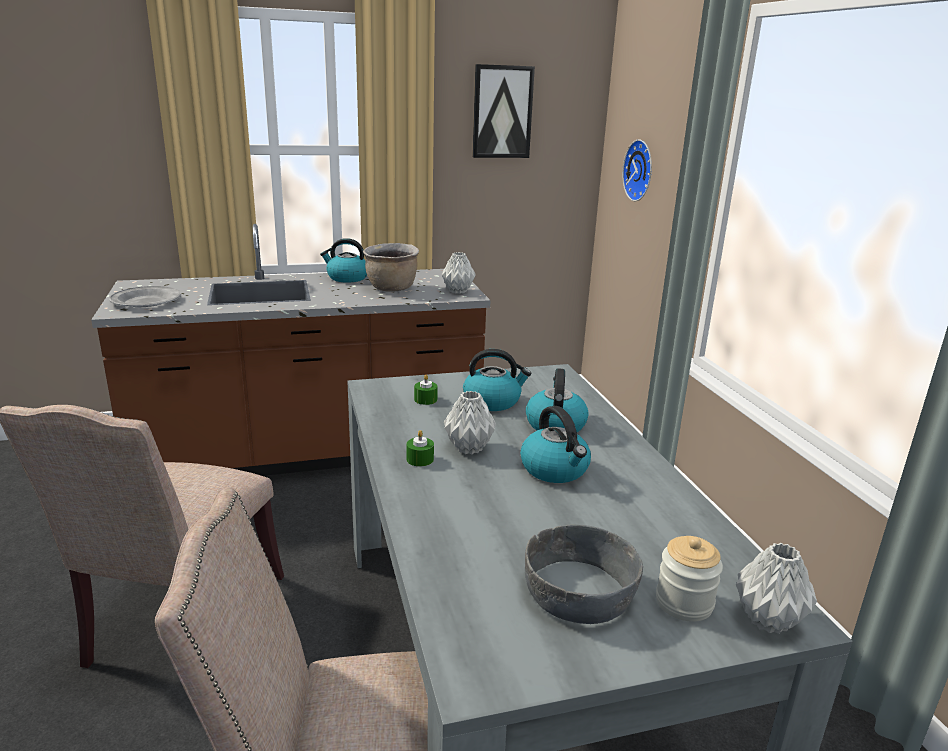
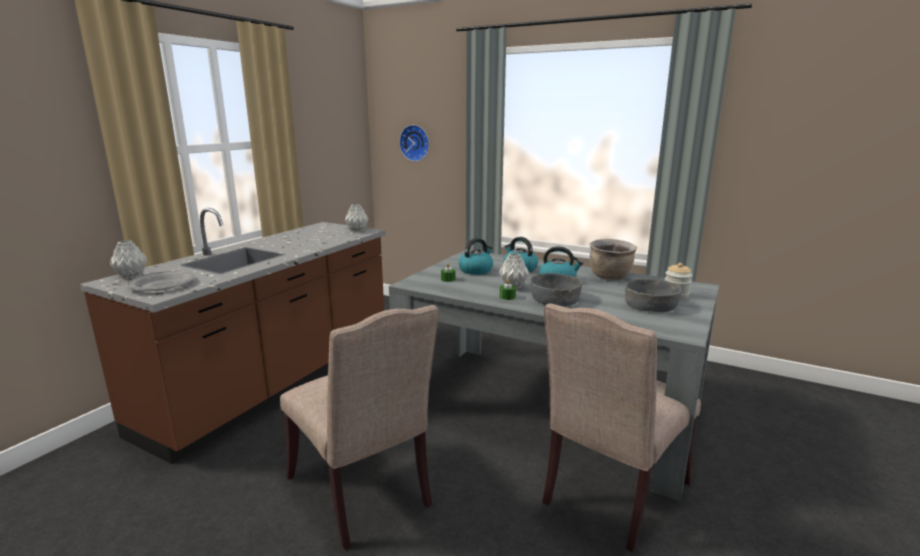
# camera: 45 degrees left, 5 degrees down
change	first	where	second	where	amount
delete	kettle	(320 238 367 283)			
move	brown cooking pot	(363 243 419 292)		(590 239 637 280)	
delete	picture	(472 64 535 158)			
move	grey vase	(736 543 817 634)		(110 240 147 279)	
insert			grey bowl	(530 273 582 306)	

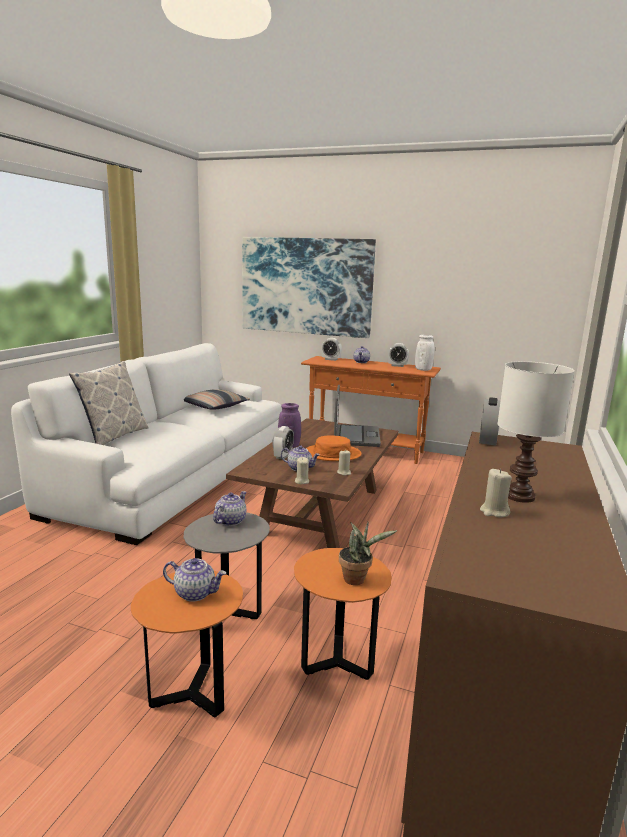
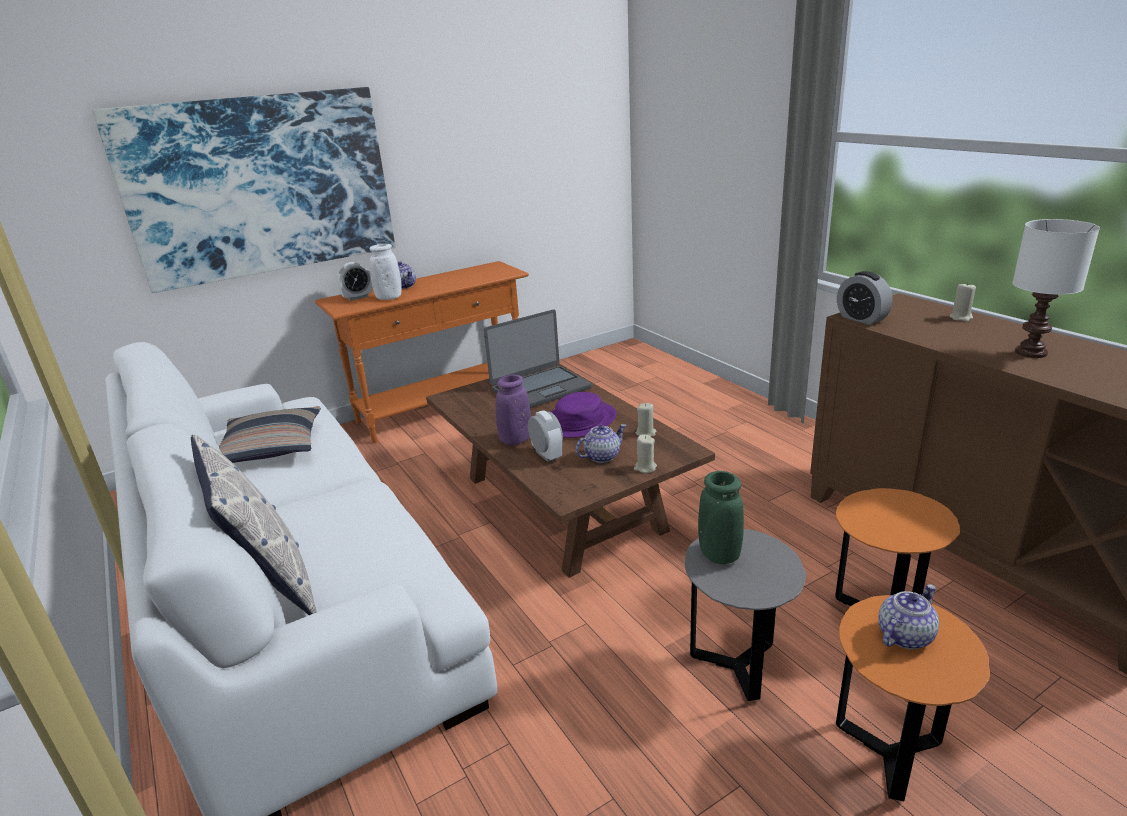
# camera: 50 degrees left, 10 degrees up
change	first	where	second	where	amount
replace	teapot	(213 491 246 526)	green vase	(698 471 744 564)	
recolor	orange hat	(306 435 362 461)	purple hat	(551 392 617 438)	
rotate	laptop	(334 385 381 447)		(484 309 592 408)	105 degrees clockwise
delete	potted plant	(339 522 397 585)			
delete	alarm clock	(388 343 409 367)			
move	white vase	(415 335 434 371)		(369 244 402 300)	
move	beige candle	(480 469 512 517)		(949 282 976 322)	

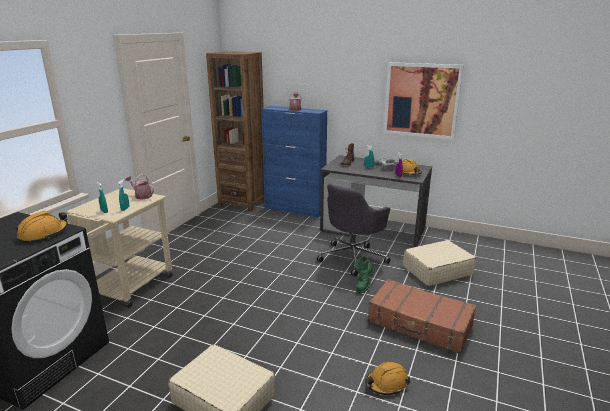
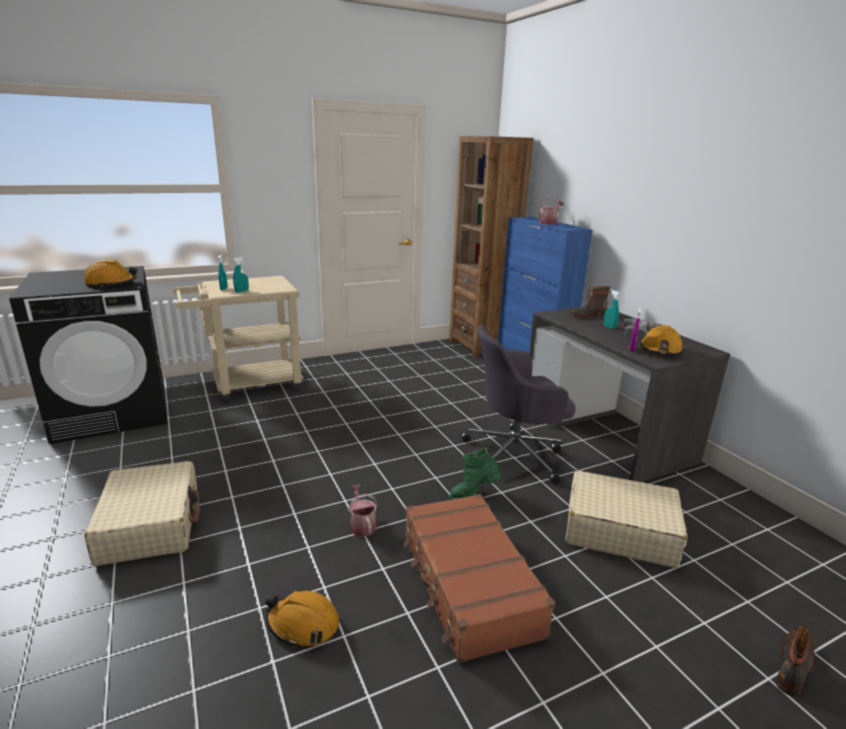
# camera: 40 degrees right, 0 degrees up
change	first	where	second	where	amount
move	watering can	(125 174 154 199)		(348 485 378 537)	
delete	picture	(384 62 464 140)			
insert			boot	(776 626 817 696)	

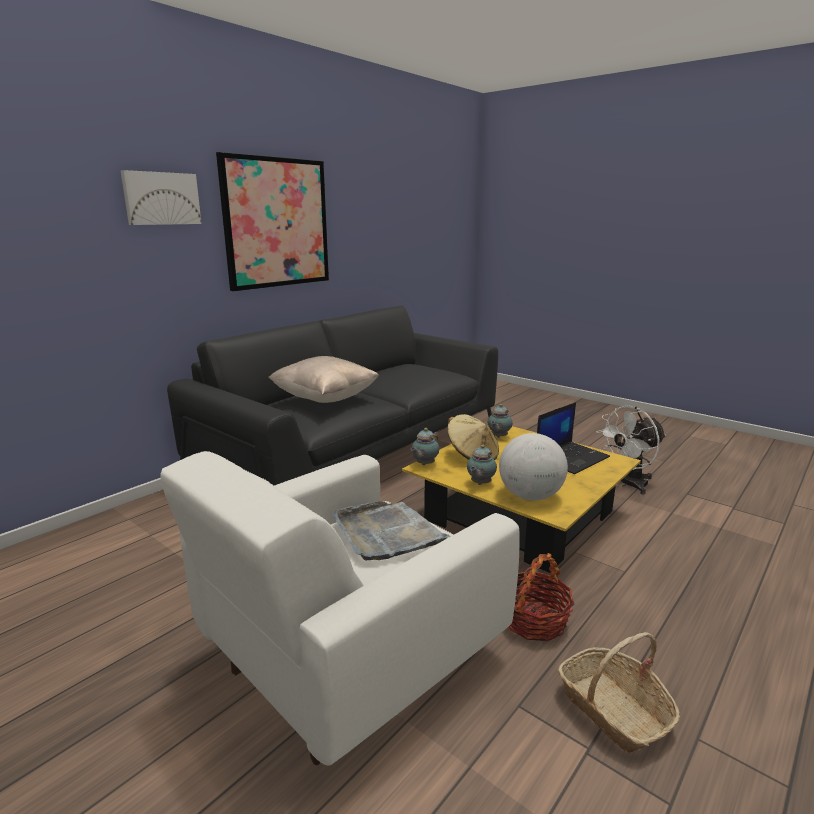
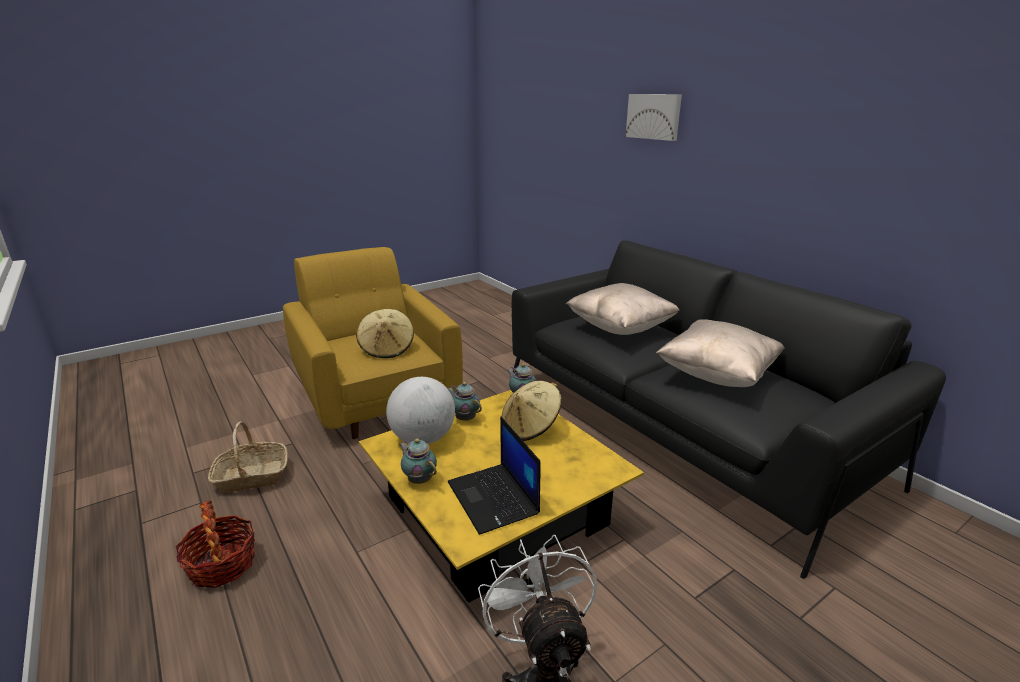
# camera: 105 degrees right, 5 degrees up
change	first	where	second	where	amount
recolor	white armchair	(160 451 520 765)	yellow armchair	(283 247 463 439)	
delete	picture	(216 152 329 291)			
replace	grey tray	(333 501 451 560)	beige hat	(356 309 414 358)	
move	teapot	(488 404 513 438)		(399 438 437 484)	
move	basket	(509 553 574 642)		(176 500 255 588)	
insert			beige pillow	(656 319 785 387)	

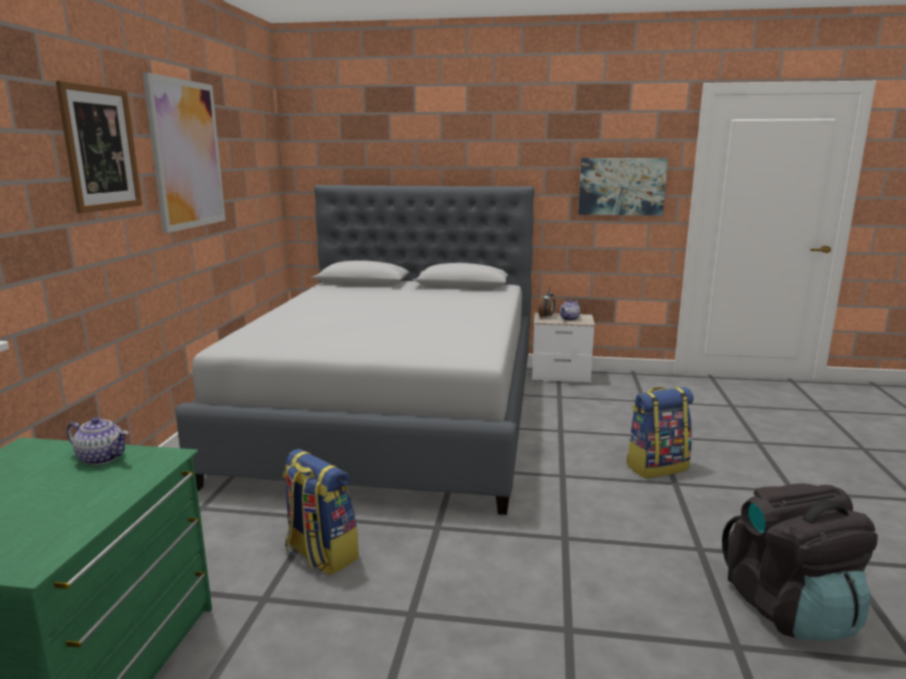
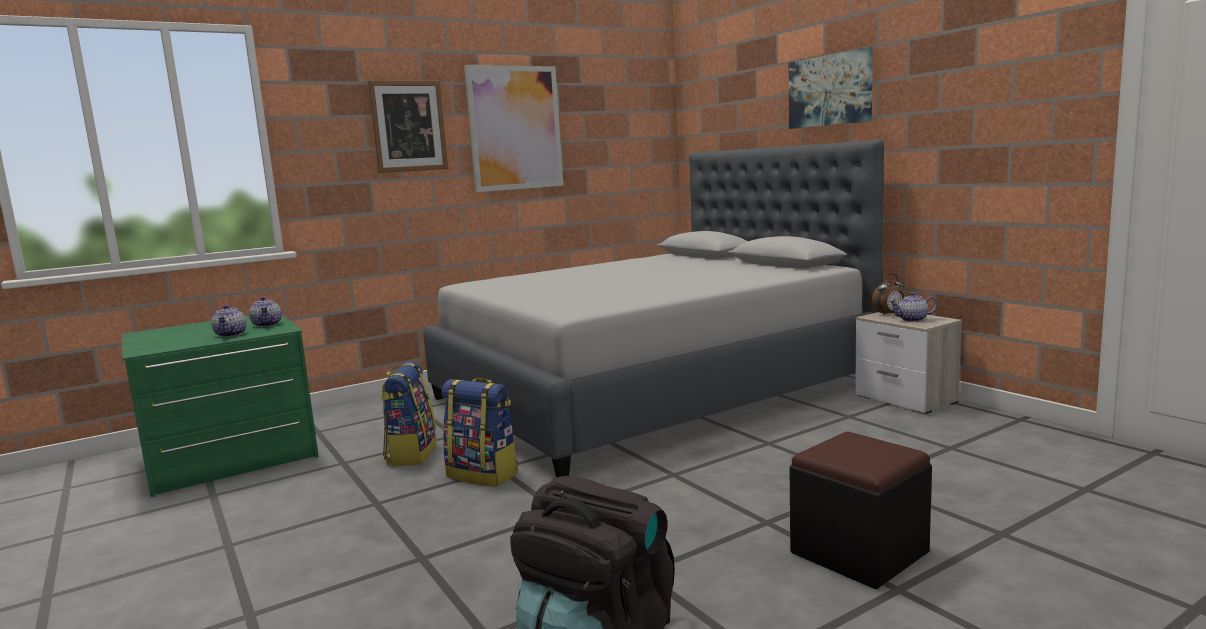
# camera: 50 degrees right, 5 degrees down
change	first	where	second	where	amount
move	picture	(578 158 668 216)		(789 47 873 129)	
move	backpack	(626 387 694 478)		(441 378 518 487)	
insert			teapot	(211 305 247 337)	
insert			black ottoman	(790 432 932 589)	

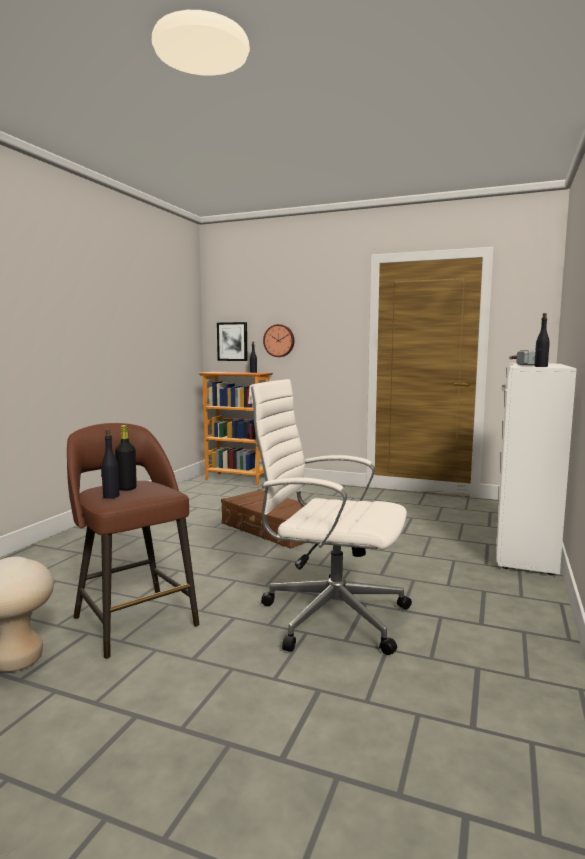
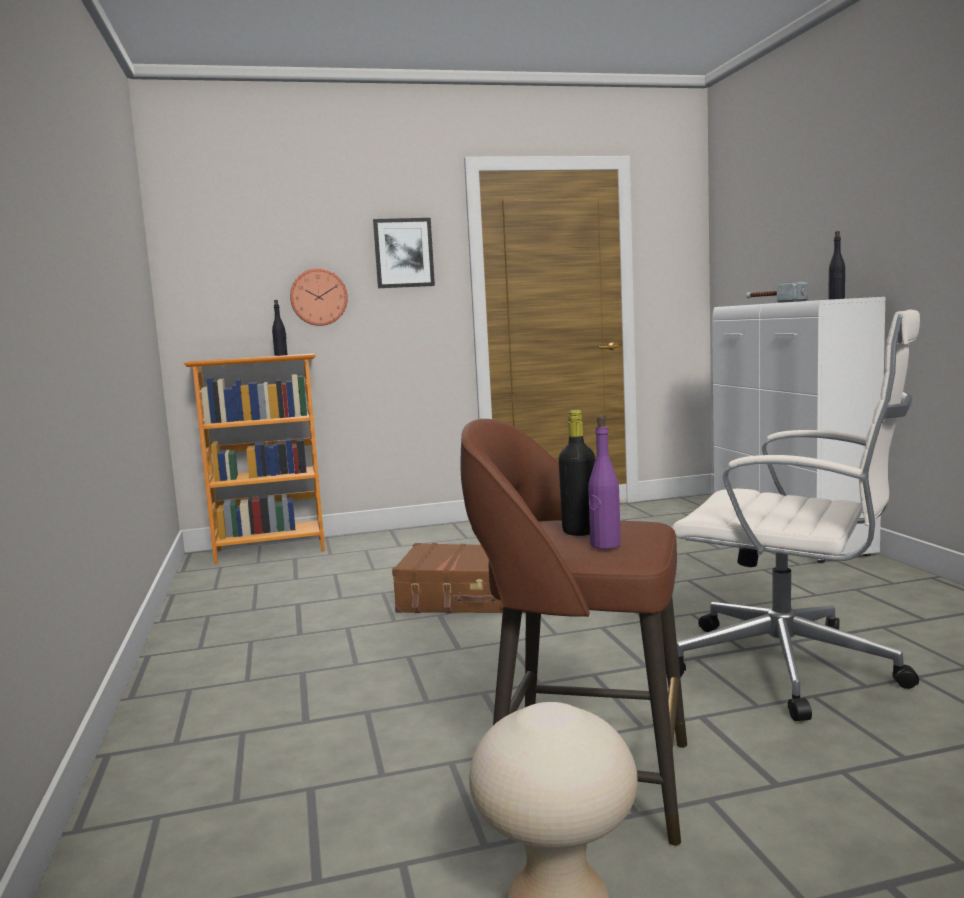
# camera: 35 degrees left, 0 degrees up
change	first	where	second	where	amount
recolor	black bottle	(101 429 120 499)	purple bottle	(588 415 621 549)	
move	picture	(217 322 248 361)		(373 218 435 288)	
rotate	white office chair	(248 379 412 655)		(665 309 920 721)	135 degrees counterclockwise

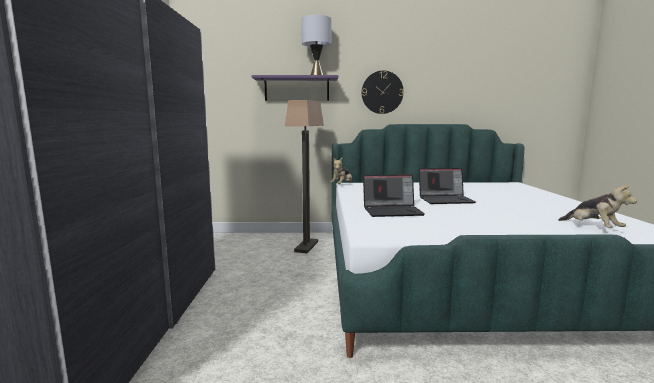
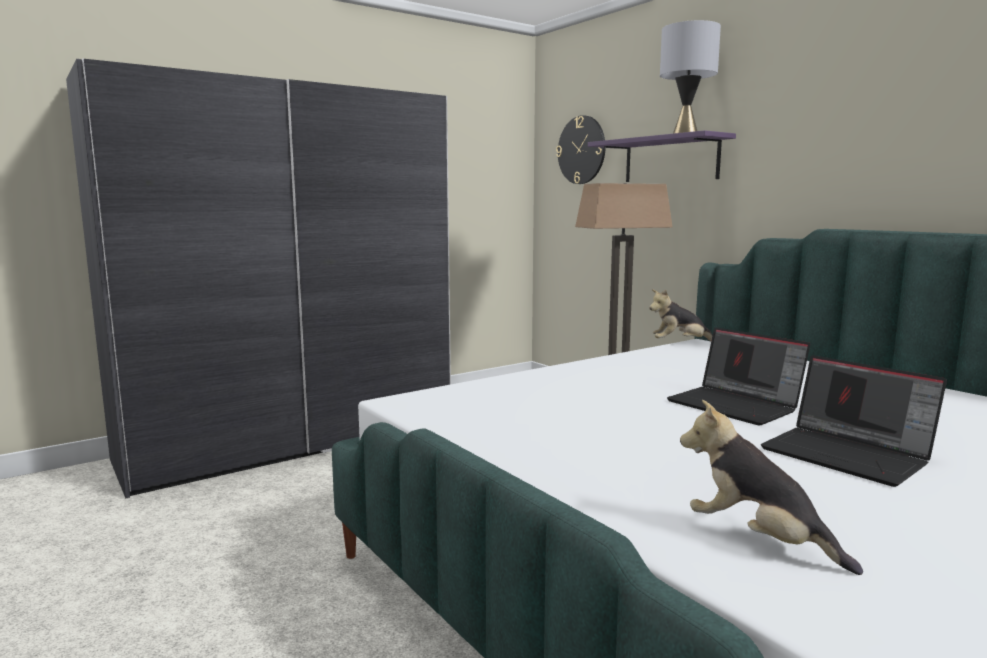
# camera: 55 degrees right, 0 degrees up
change	first	where	second	where	amount
move	wall clock	(362 71 404 114)		(556 115 605 184)	
move	laptop	(363 174 425 217)		(761 355 947 487)	
rotate	plush toy	(558 182 637 228)		(680 400 863 575)	105 degrees clockwise

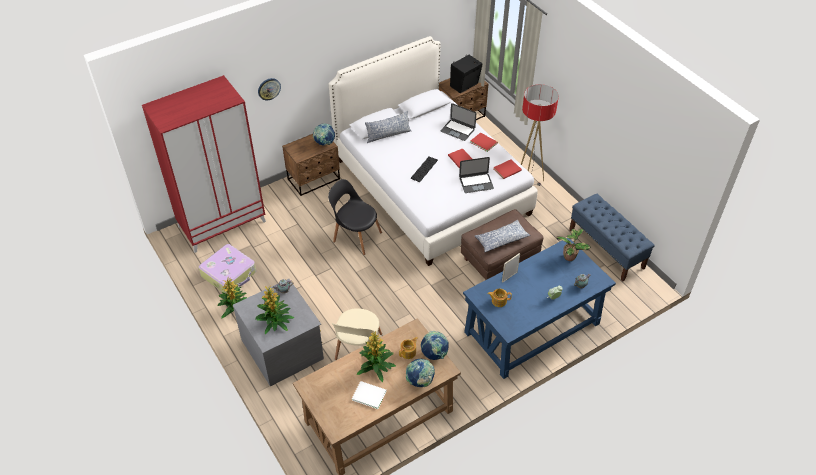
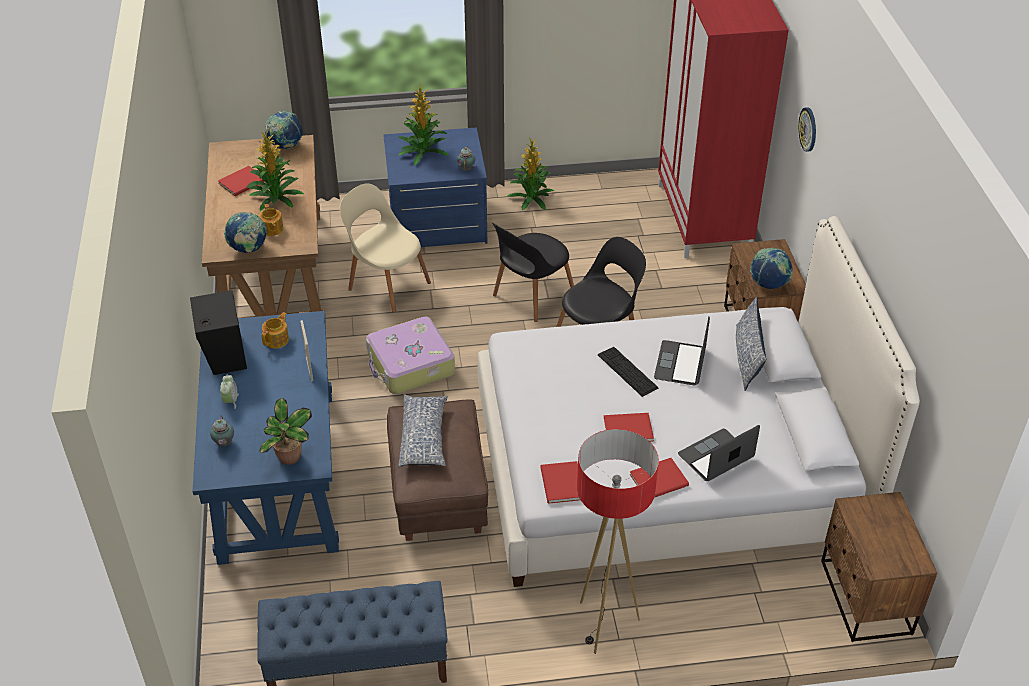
# camera: 115 degrees right, 5 degrees down
change	first	where	second	where	amount
move	suitcase	(199 244 256 294)		(366 317 455 394)	
recolor	grey dresser	(233 279 324 387)	blue dresser	(383 128 487 247)	
recolor	white book	(352 381 387 409)	red book	(218 166 265 196)	
move	globe	(406 359 435 387)		(265 111 303 149)	
move	black speaker	(450 55 482 93)		(190 290 247 375)	
move	laptop	(459 157 494 193)		(654 316 710 385)	
insert			black chair	(492 223 574 322)	

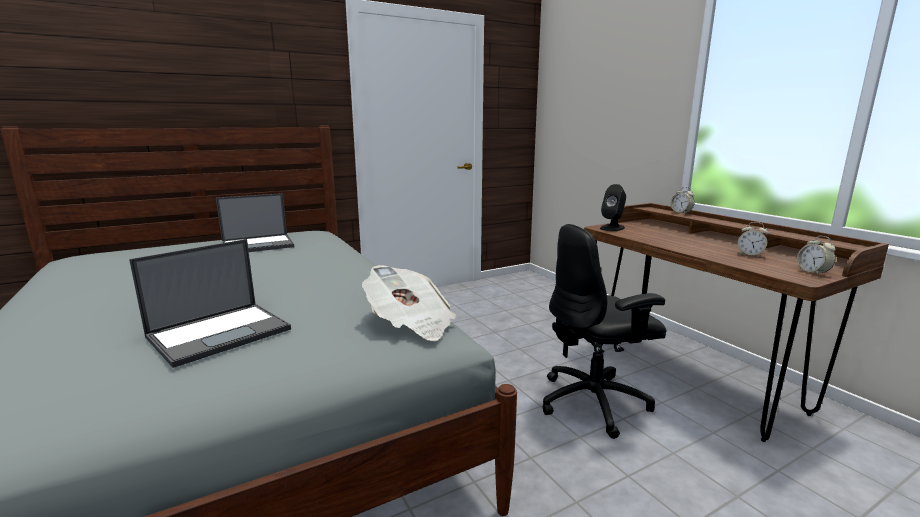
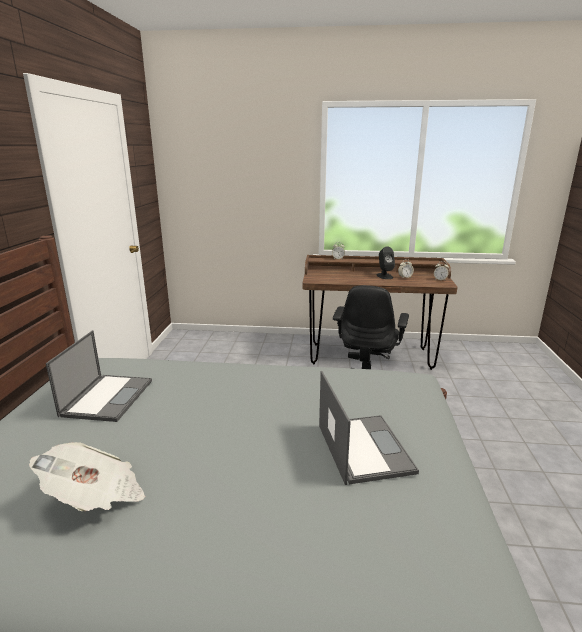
# camera: 55 degrees left, 5 degrees up
change	first	where	second	where	amount
move	newspaper	(362 265 456 341)		(29 442 146 512)	
move	black speaker	(600 184 626 231)		(377 247 395 279)	

